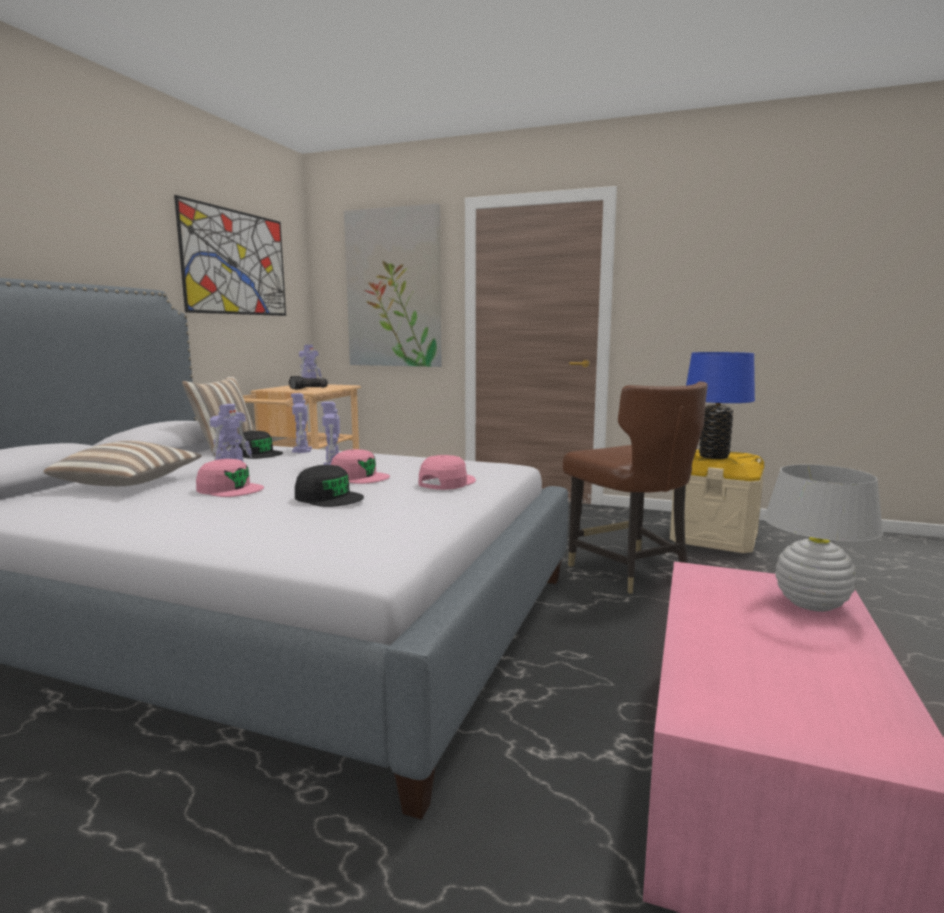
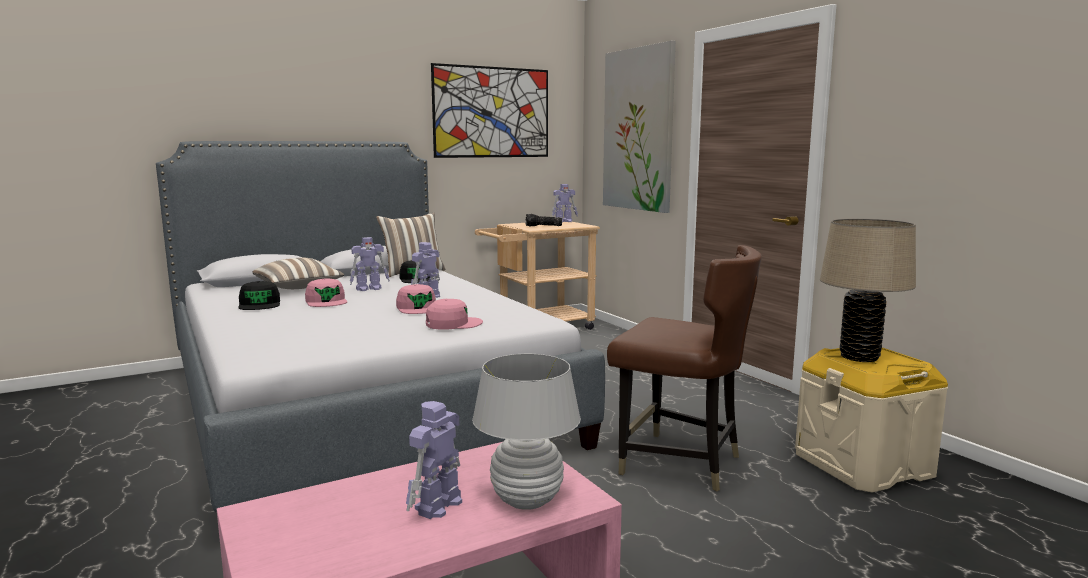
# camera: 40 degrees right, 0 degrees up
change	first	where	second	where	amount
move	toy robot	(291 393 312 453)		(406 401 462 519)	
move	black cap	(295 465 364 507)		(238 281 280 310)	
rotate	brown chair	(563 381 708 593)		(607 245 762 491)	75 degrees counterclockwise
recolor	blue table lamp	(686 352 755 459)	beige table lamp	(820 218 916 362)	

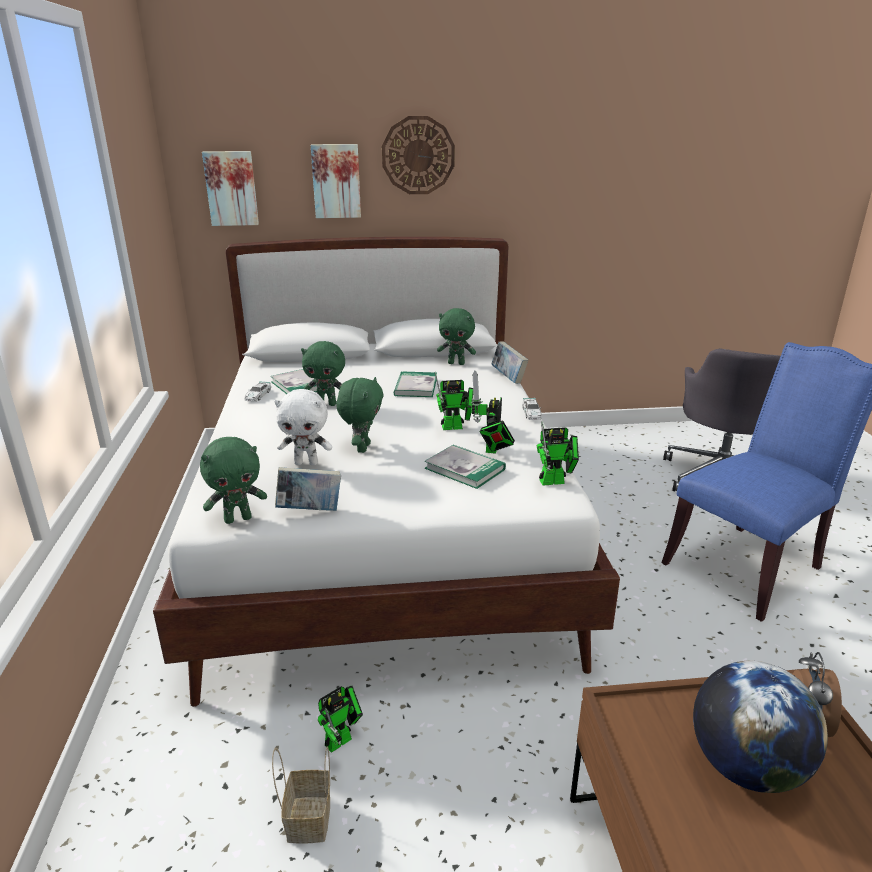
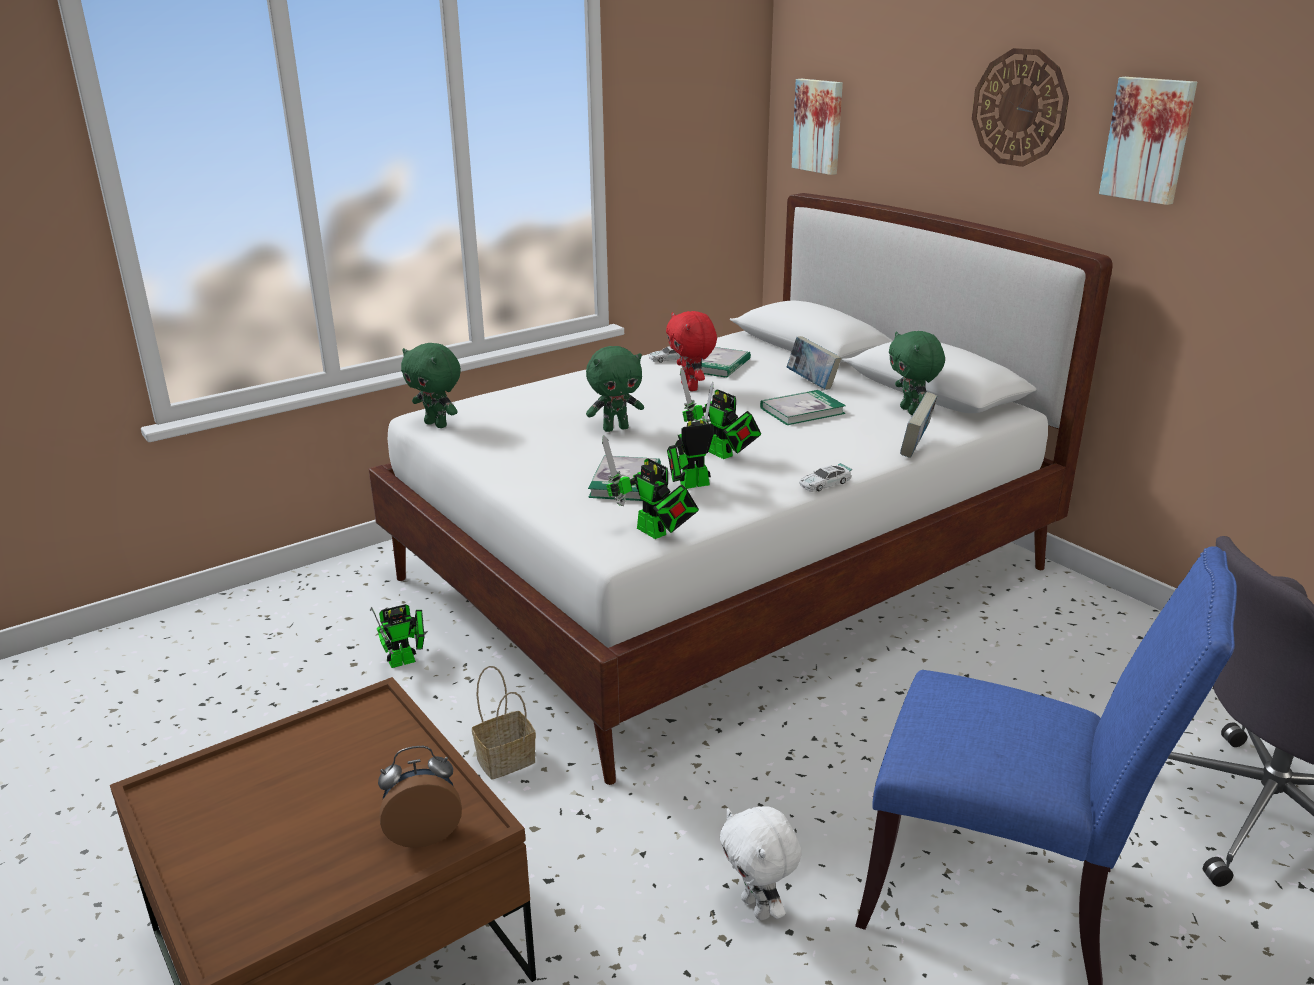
# camera: 60 degrees right, 0 degrees up
change	first	where	second	where	amount
move	basket	(272 747 330 844)		(472 666 536 779)	
move	white plush toy	(274 389 332 465)		(720 806 801 920)	
move	book	(275 467 341 511)		(787 336 841 390)	
recolor	green plush toy	(301 341 345 406)	red plush toy	(666 311 717 391)	
move	picture	(311 144 361 218)		(1099 77 1197 205)	
rotate	toy robot	(318 686 363 753)		(372 604 424 668)	45 degrees counterclockwise
delete	globe	(693 661 828 793)			

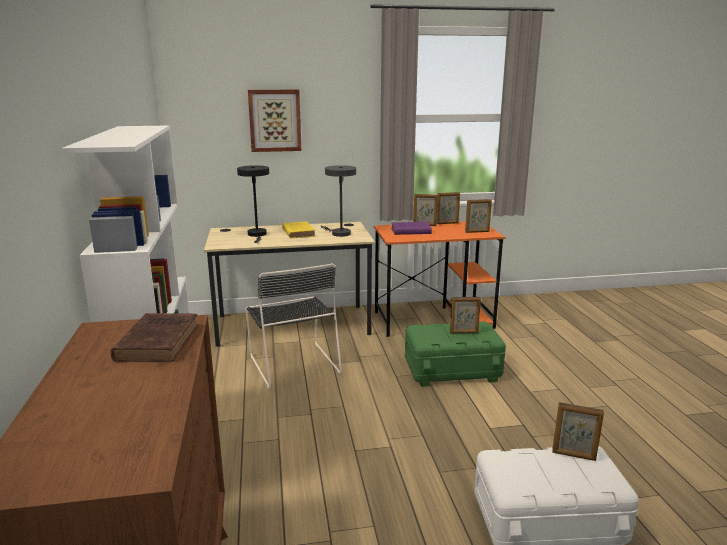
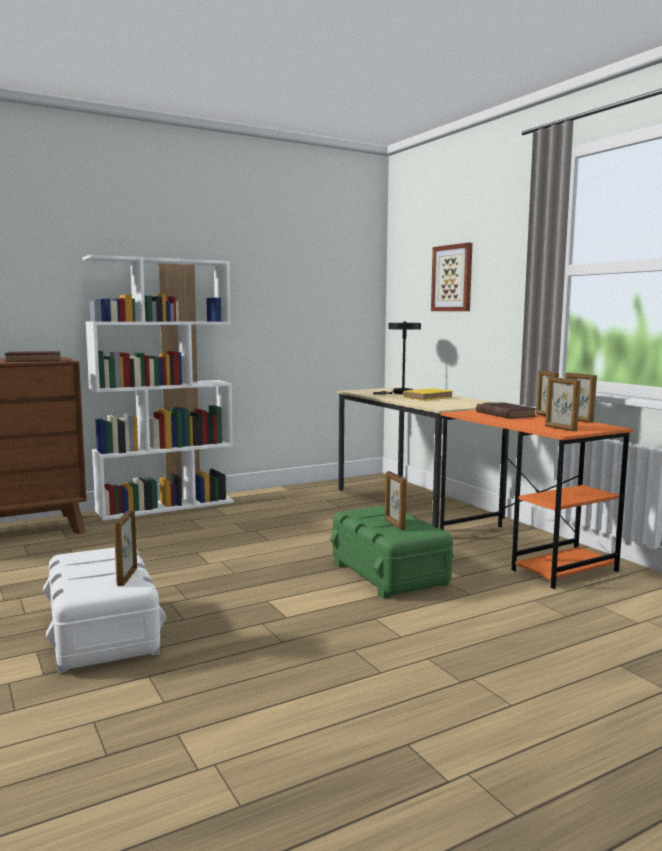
# camera: 70 degrees right, 10 degrees down
change	first	where	second	where	amount
delete	black chair	(245 263 342 389)			
delete	grey table lamp	(321 165 356 237)			
recolor	purple book	(391 222 432 235)	brown book	(476 402 537 419)	

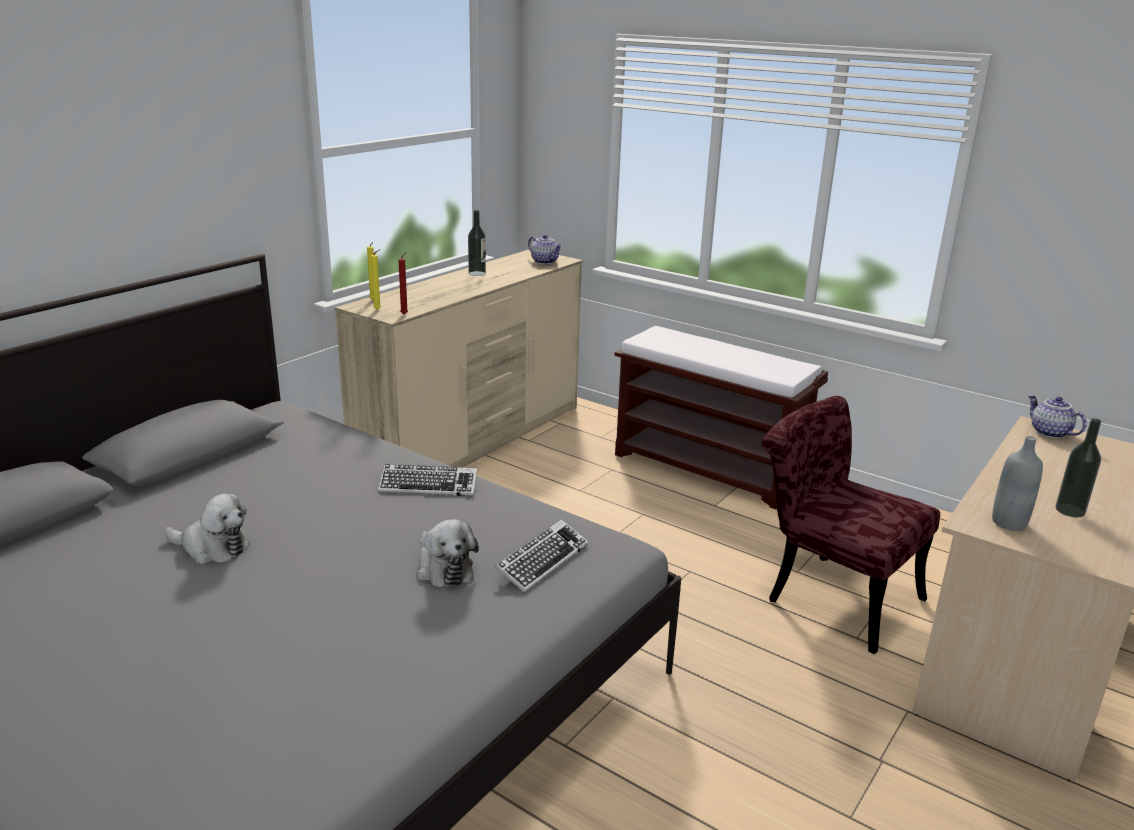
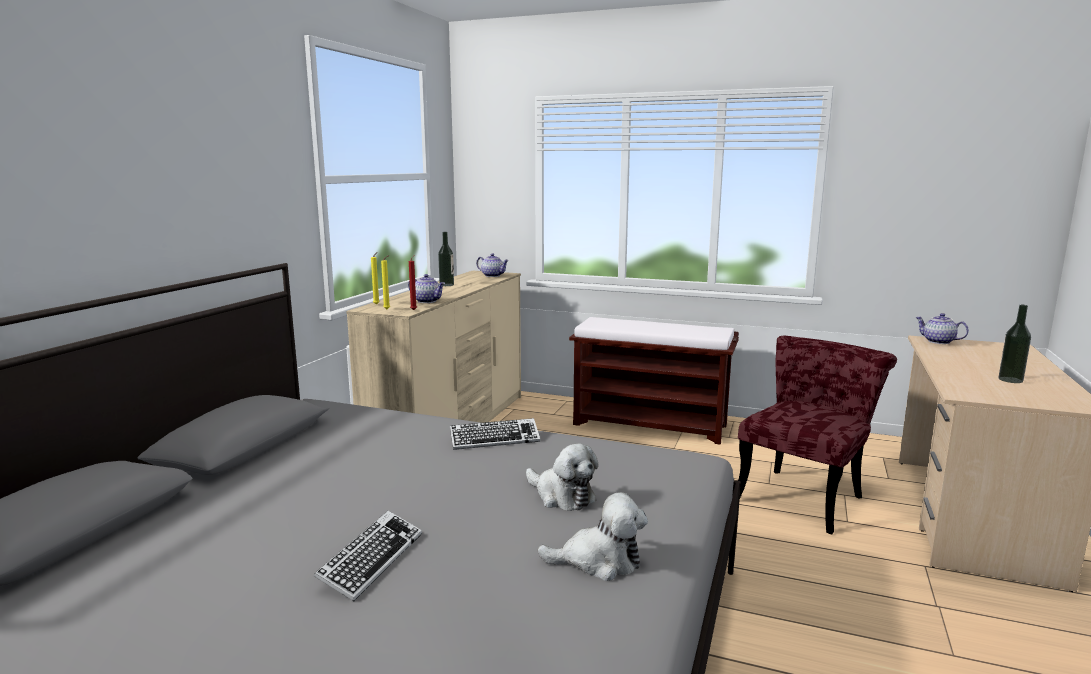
# camera: 15 degrees left, 10 degrees down
change	first	where	second	where	amount
move	plush toy	(165 494 250 564)		(537 492 648 581)	
move	keyboard	(495 519 588 593)		(314 511 422 601)	
rotate	red chair	(762 396 940 654)		(738 336 897 534)	105 degrees clockwise
delete	grey bottle	(992 436 1043 531)			
insert			teapot	(408 274 445 303)	

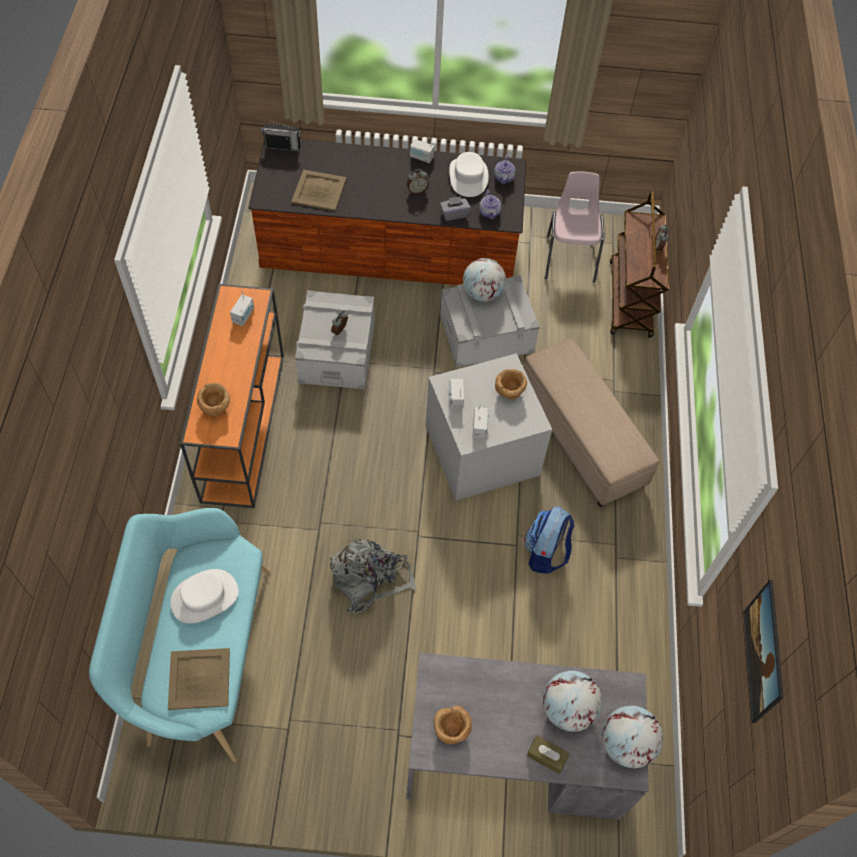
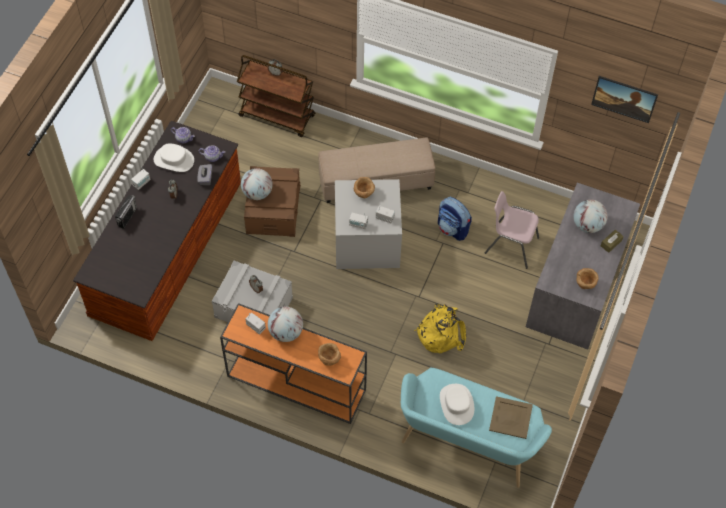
# camera: 70 degrees left, 0 degrees up
change	first	where	second	where	amount
move	radio	(261 119 302 152)		(115 195 137 229)	
delete	beige tray	(291 169 347 211)			
recolor	grey backpack	(330 539 416 613)	yellow backpack	(414 303 466 354)	
recolor	grey storage box	(440 275 540 368)	brown storage box	(244 166 301 237)	
move	pink chair	(545 171 605 283)		(484 191 539 269)	
move	globe	(602 706 663 768)		(268 307 303 342)	

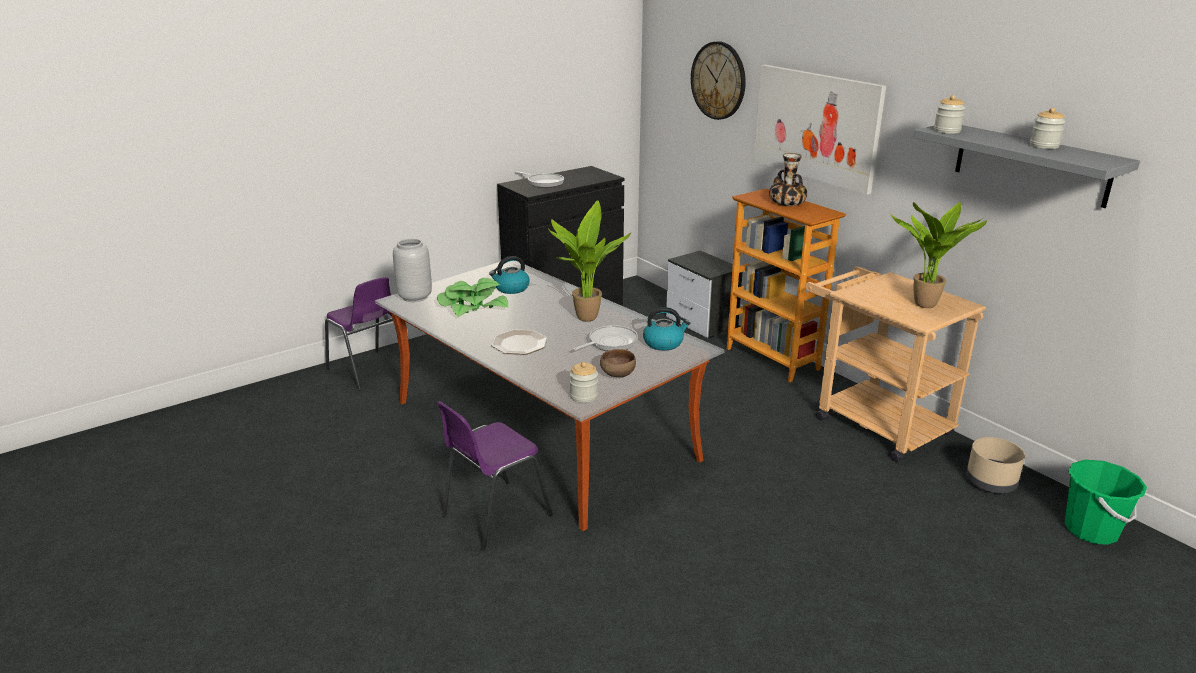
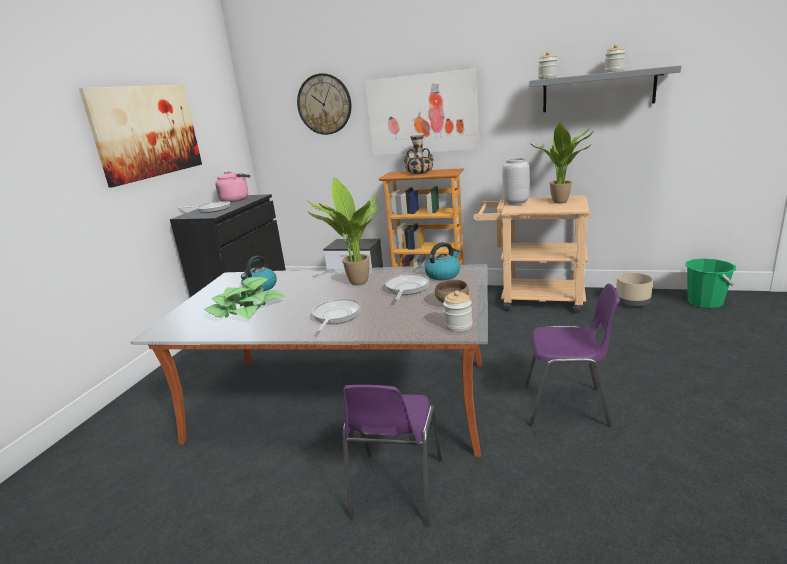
# camera: 35 degrees left, 5 degrees down
change	first	where	second	where	amount
move	purple chair	(325 277 397 391)		(524 283 620 427)	
move	grey vase	(393 238 432 302)		(503 158 530 205)	
replace	plate	(491 330 547 354)	frying pan	(312 299 361 332)	
insert			picture	(79 85 202 188)	
insert			pink kettle	(215 171 250 202)	

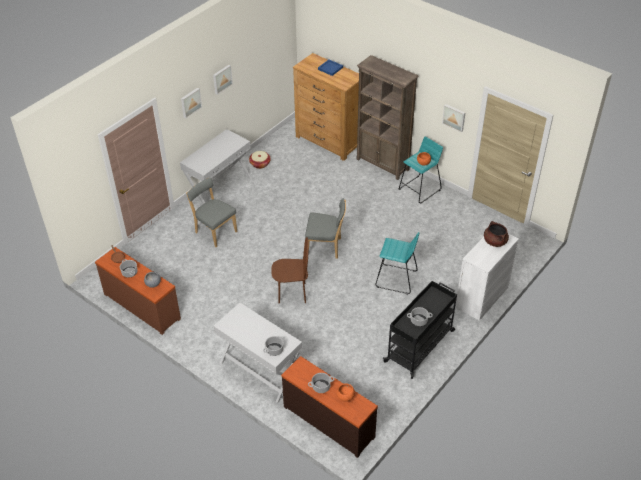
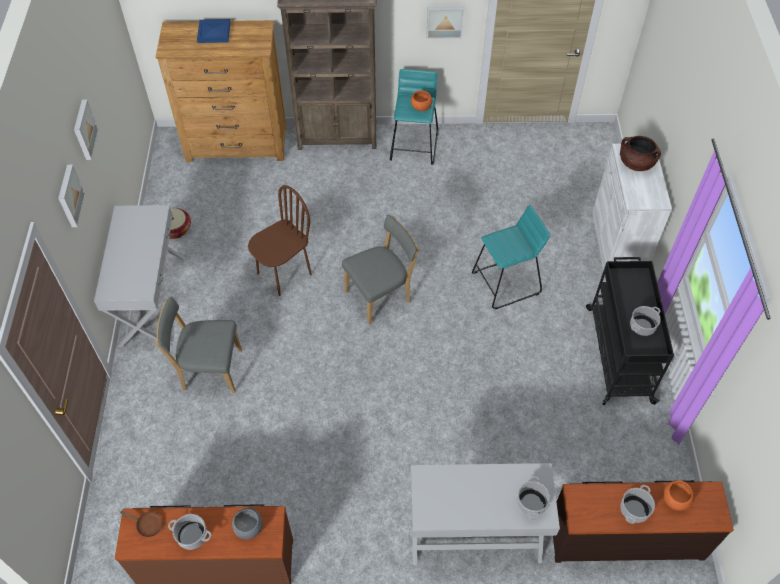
# camera: 40 degrees left, 10 degrees up
change	first	where	second	where	amount
move	brown chair	(272 237 309 304)		(248 185 312 296)	

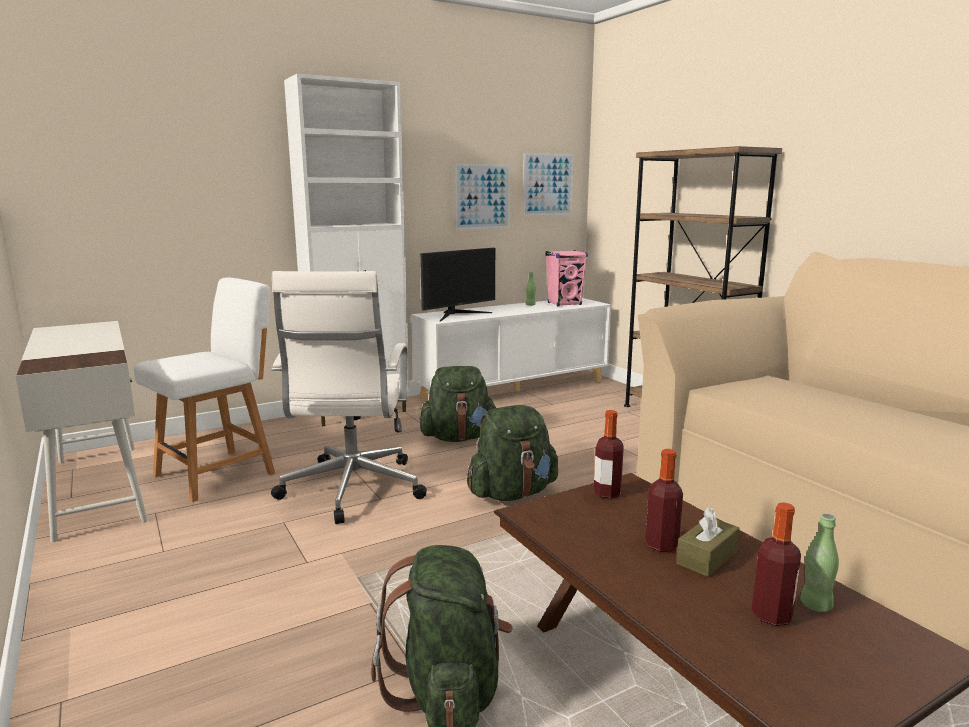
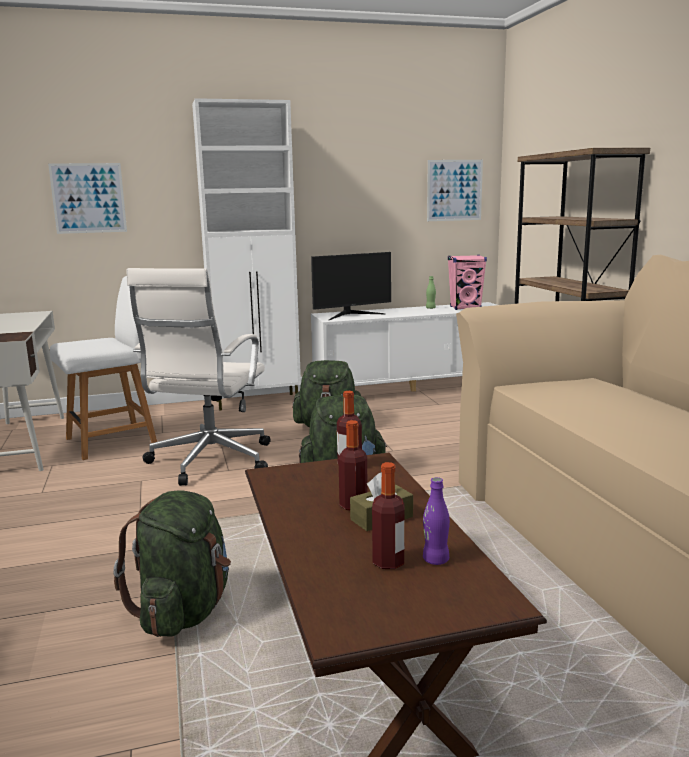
# camera: 15 degrees right, 0 degrees up
change	first	where	second	where	amount
move	picture	(454 163 510 230)		(48 163 127 234)	
recolor	green bottle	(800 513 839 612)	purple bottle	(423 477 450 565)	

